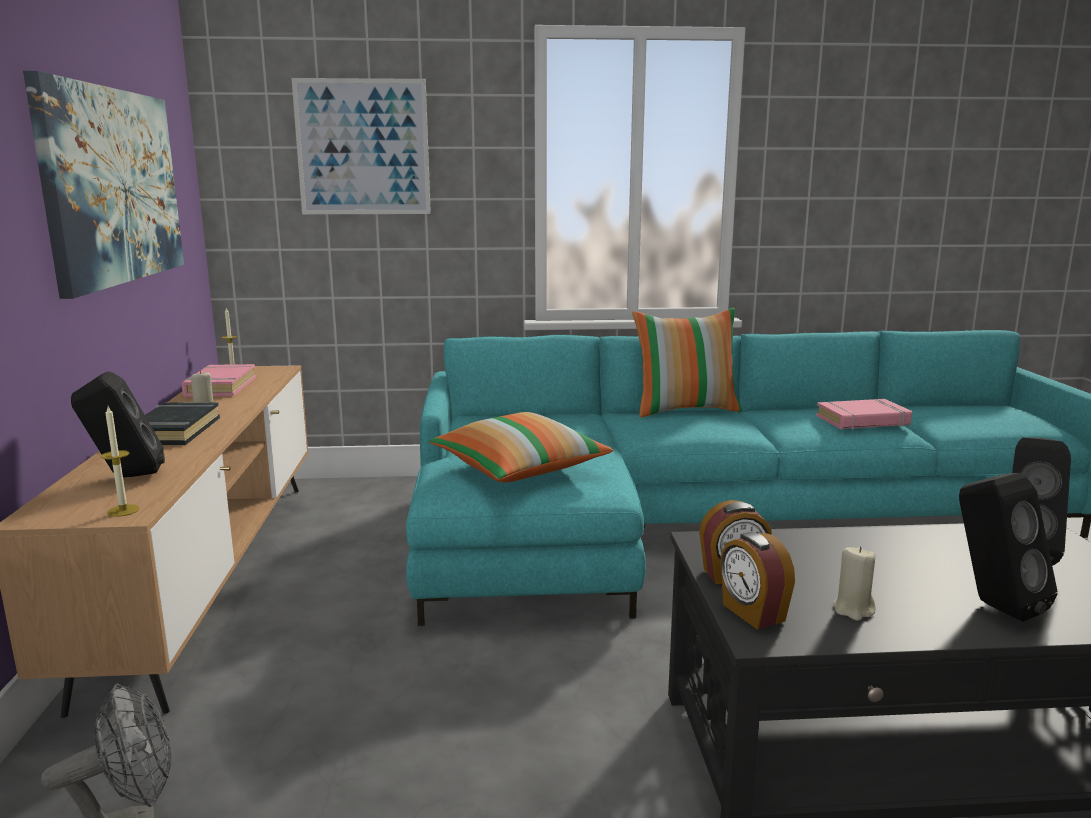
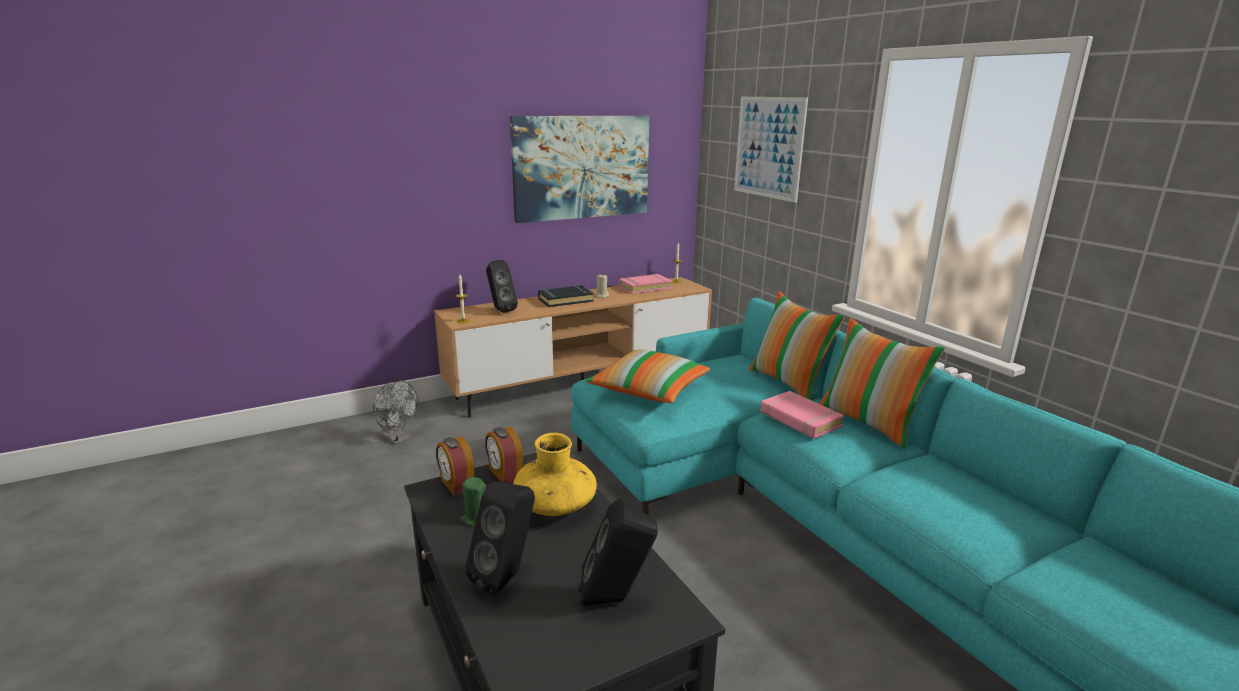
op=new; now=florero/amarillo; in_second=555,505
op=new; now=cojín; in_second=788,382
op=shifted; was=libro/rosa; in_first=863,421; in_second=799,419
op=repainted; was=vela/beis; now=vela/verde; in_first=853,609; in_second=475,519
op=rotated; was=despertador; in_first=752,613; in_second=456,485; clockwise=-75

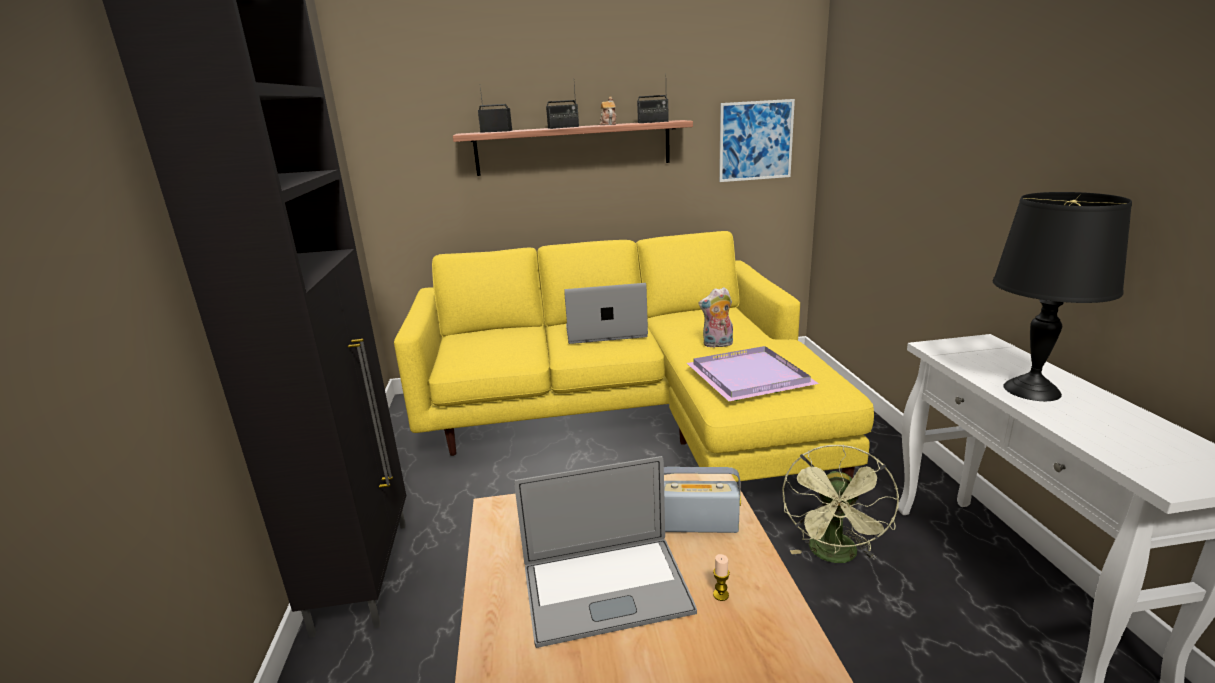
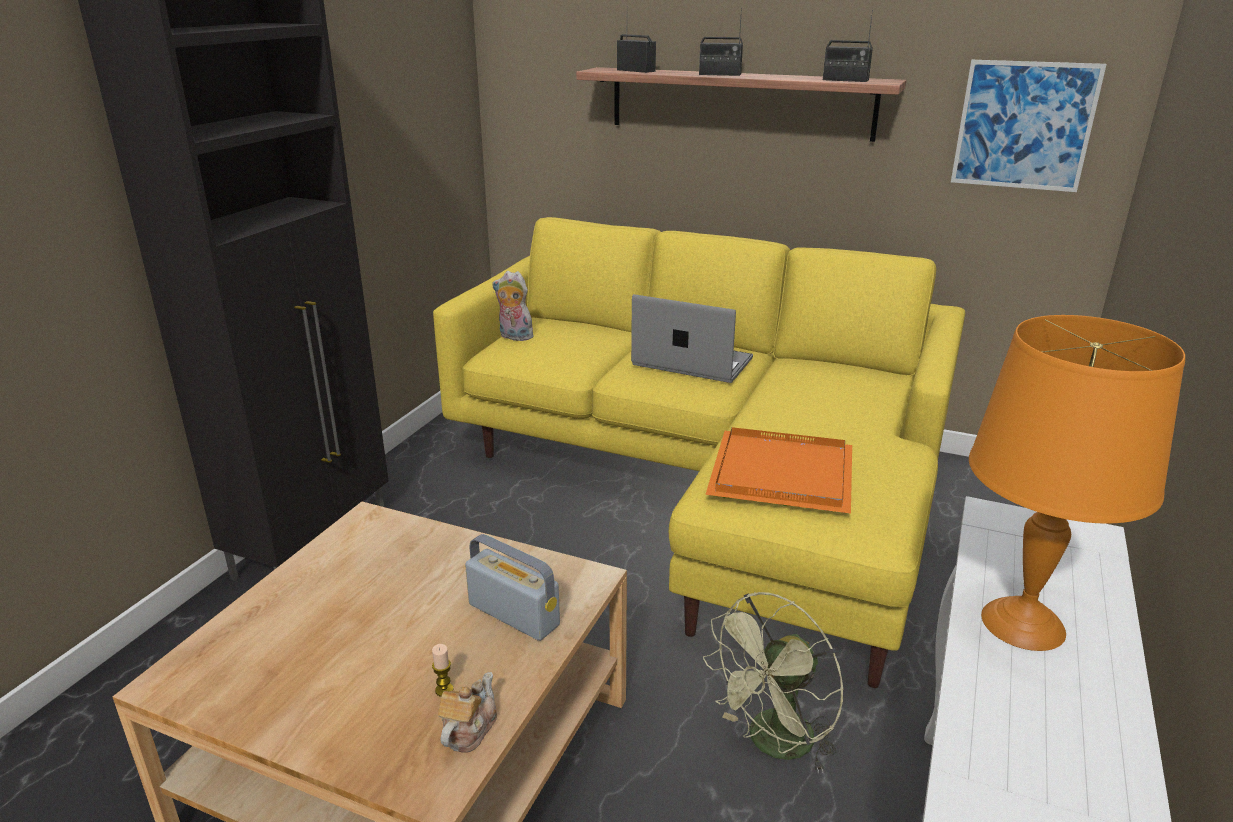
op=gone; was=portátil; in_first=606,589
op=shifted; was=tetera; in_first=608,124; in_second=468,730
op=shifted; was=peluche; in_first=717,345; in_second=514,337
op=repainted; was=bandeja/morado; now=bandeja/naranja; in_first=750,376; in_second=784,473
op=repainted; was=lámpara de mesa/negro; now=lámpara de mesa/naranja; in_first=1032,390; in_second=1024,624

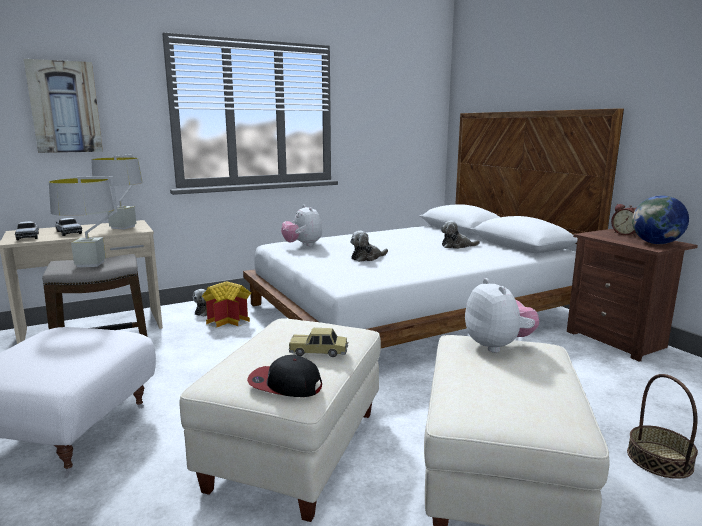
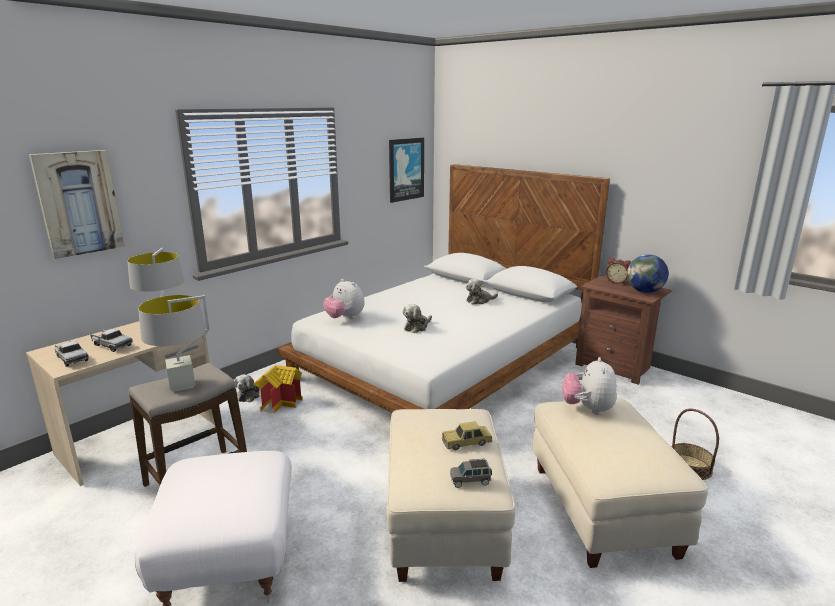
op=new; now=cuadro; in_second=406,169
op=swapped; was=gorra; now=coche de juguete/gris; in_first=285,384; in_second=470,481
op=rotated; was=peluche; in_first=498,346; in_second=587,409; clockwise=-135

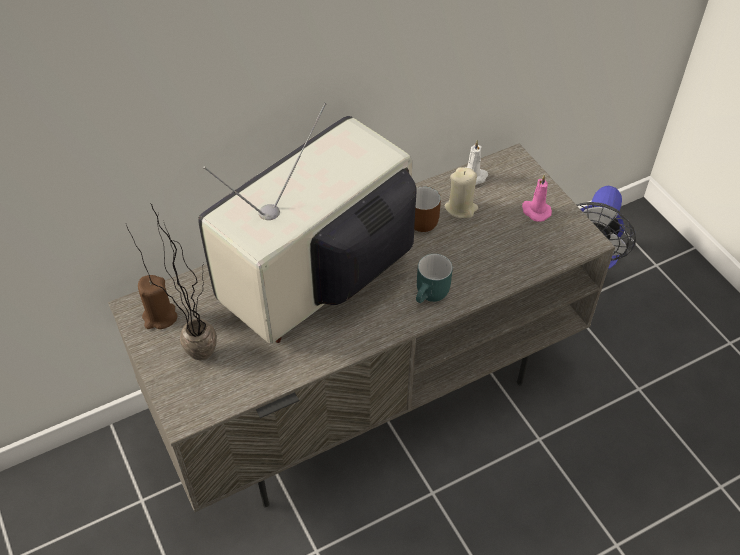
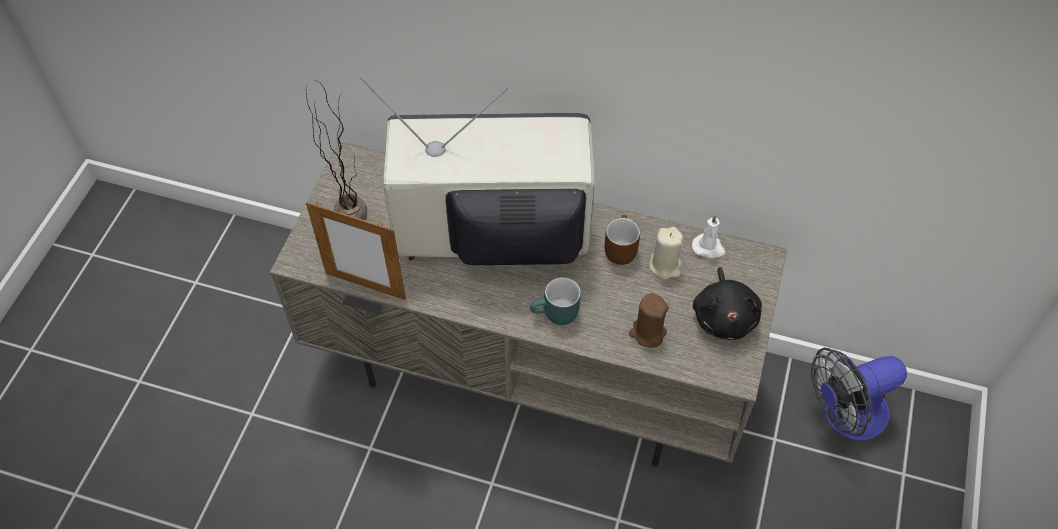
op=new; now=portarretratos; in_second=365,286
op=shifted; was=vela/marrón; in_first=160,317; in_second=647,333
op=swapped; was=vela/rosa; now=peluche/negro; in_first=535,211; in_second=724,316

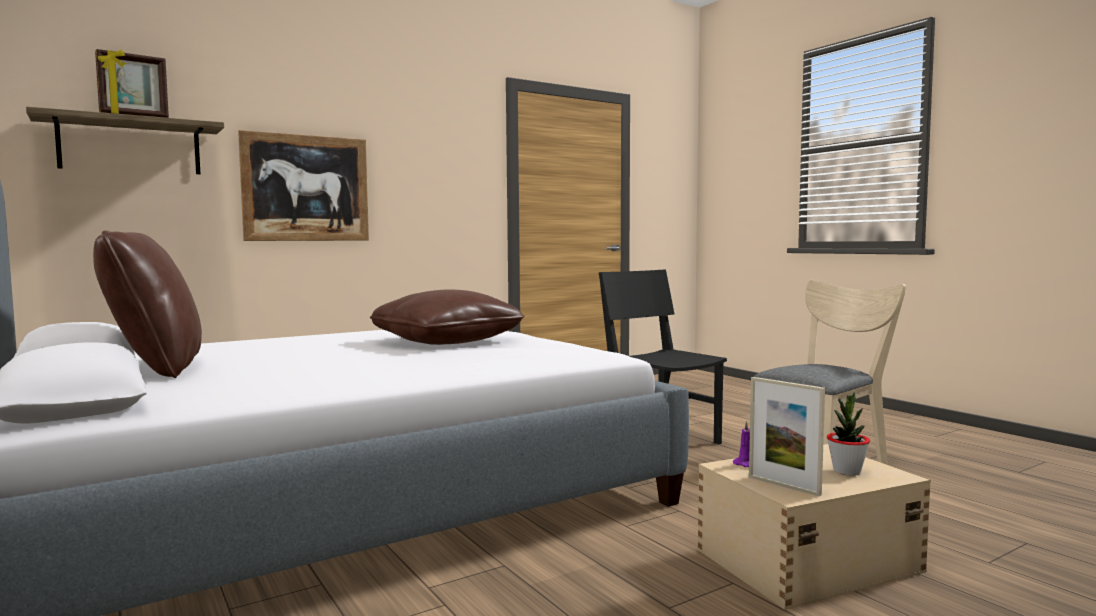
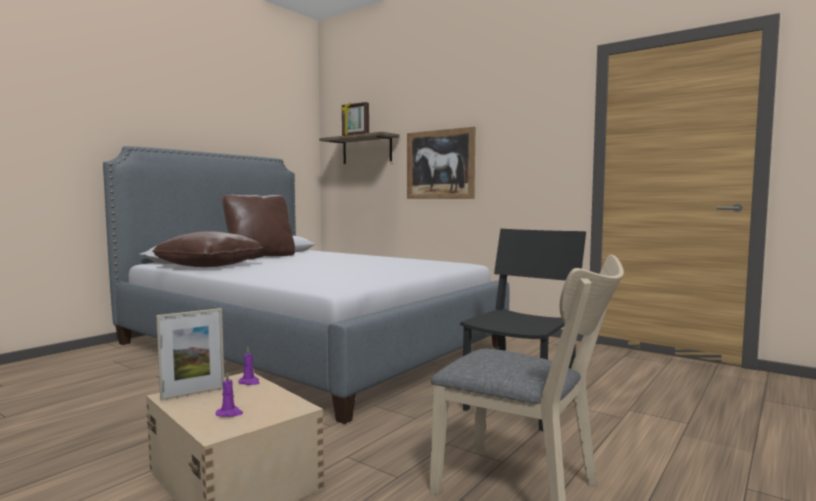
op=shifted; was=cojín/marrón; in_first=447,341; in_second=210,266
op=swapped; was=planta en maceta; now=vela/morado; in_first=847,471; in_second=230,413
op=rotated; was=portarretratos; in_first=783,486; in_second=193,393; clockwise=-150

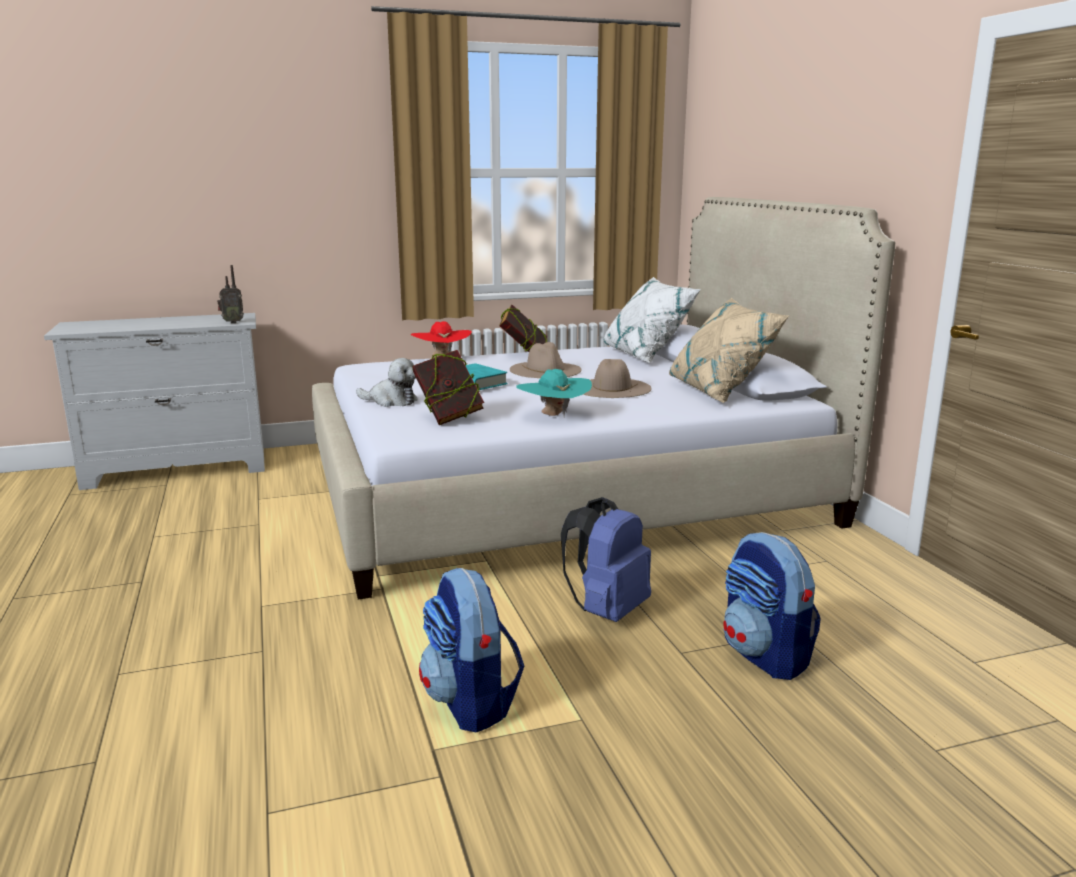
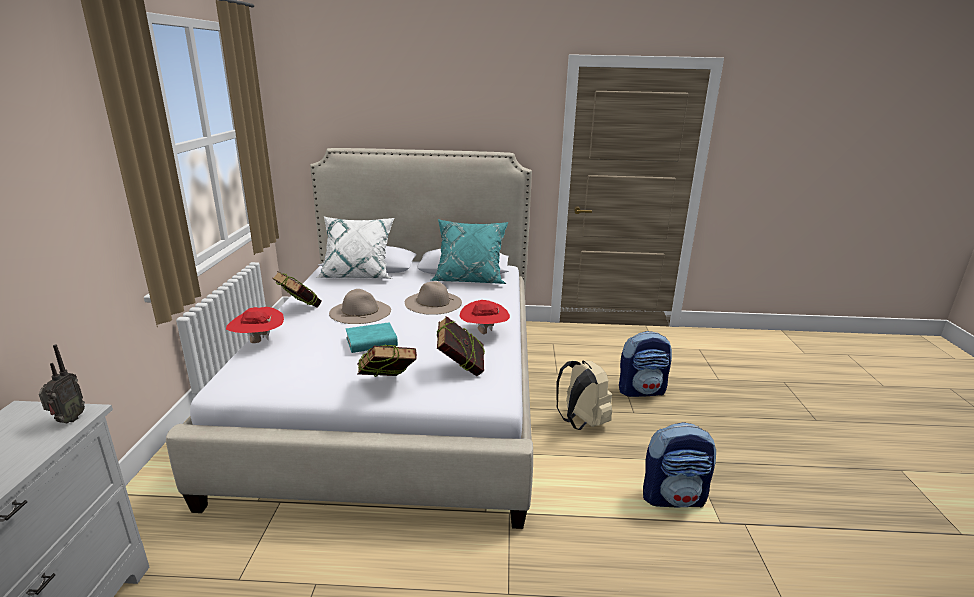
op=swapped; was=peluche; now=libro; in_first=391,401; in_second=387,386
op=repainted; was=sombrero/turquesa; now=sombrero/rojo; in_first=553,416; in_second=484,333
op=repainted; was=mochila/azul; now=mochila/beis; in_first=607,610; in_second=581,422
op=repainted; was=cojín/beis; now=cojín/turquesa; in_first=720,391; in_second=470,279

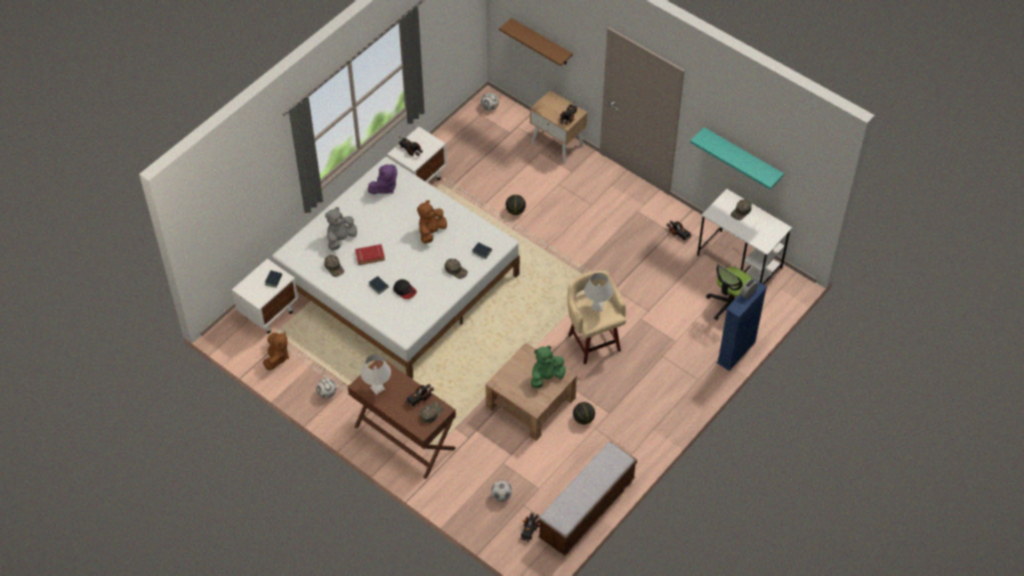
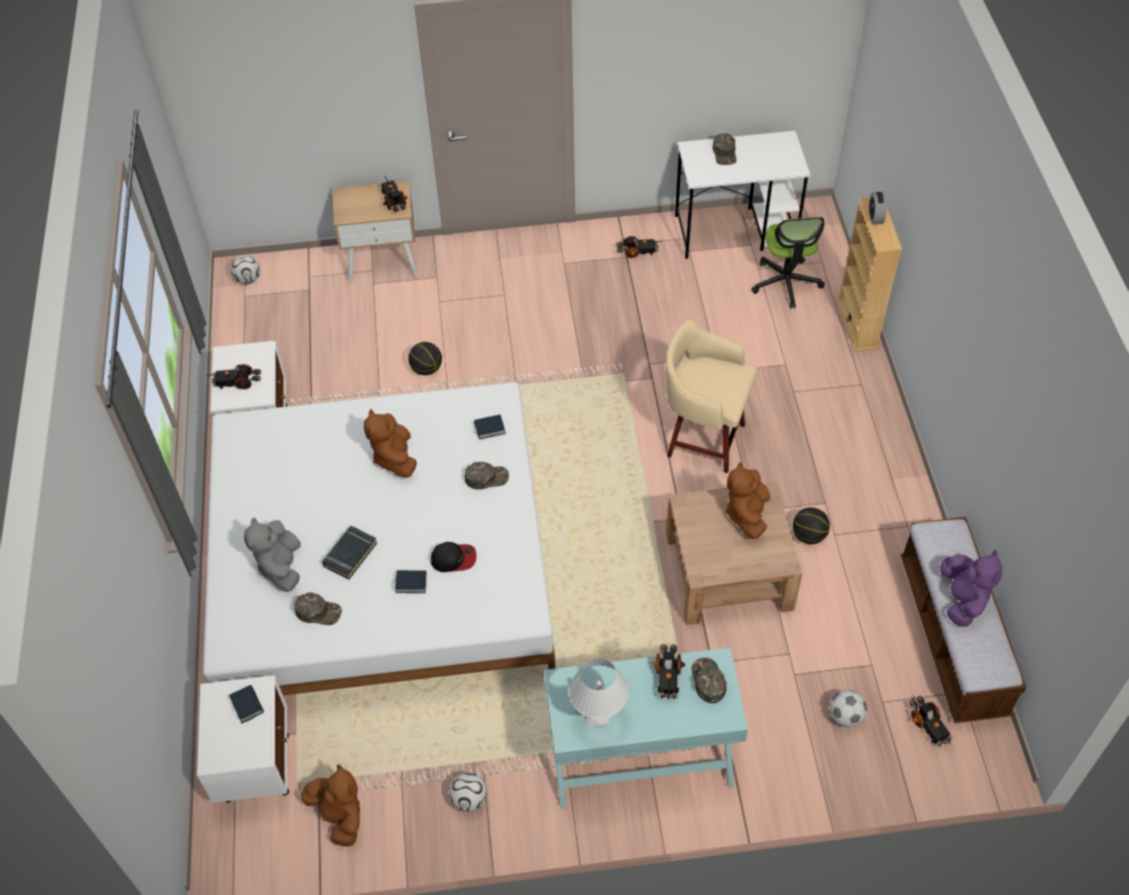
op=gone; was=estante/marrón; in_first=541,42
op=gone; was=lámpara de mesa/blanco; in_first=597,307
op=gone; was=estante/turquesa; in_first=742,157
op=shifted; was=peluche/morado; in_first=384,187; in_second=962,600
op=repainted; was=mesa consola/marrón; now=mesa consola/turquesa; in_first=404,437; in_second=640,759
op=repainted; was=libro/rojo; now=libro/negro; in_first=370,255; in_second=350,554
op=repainted; was=peluche/verde; now=peluche/marrón; in_first=546,377; in_second=747,514
op=repainted; was=estantería/azul; now=estantería/beis; in_first=736,352; in_second=857,323

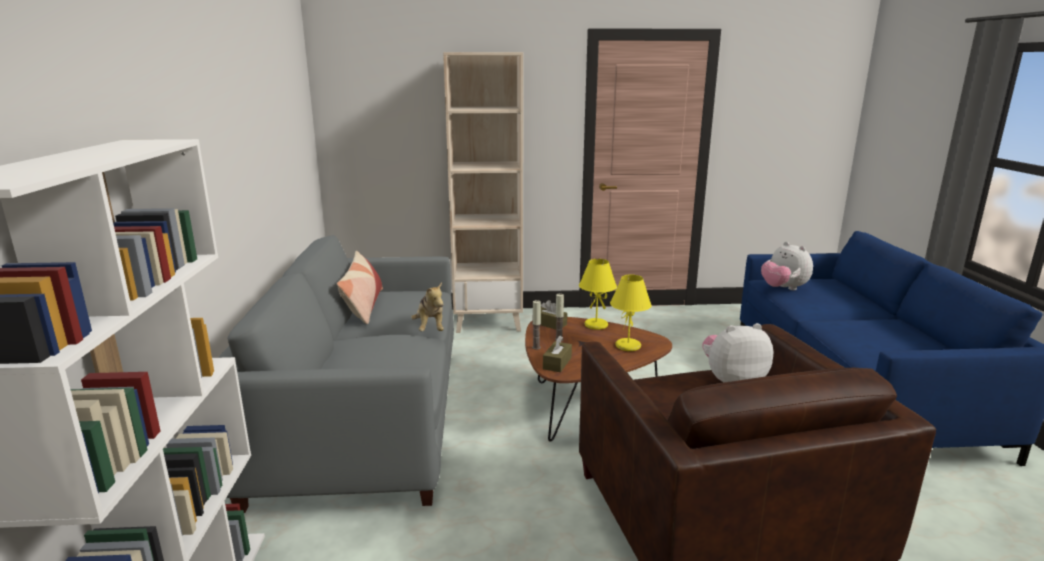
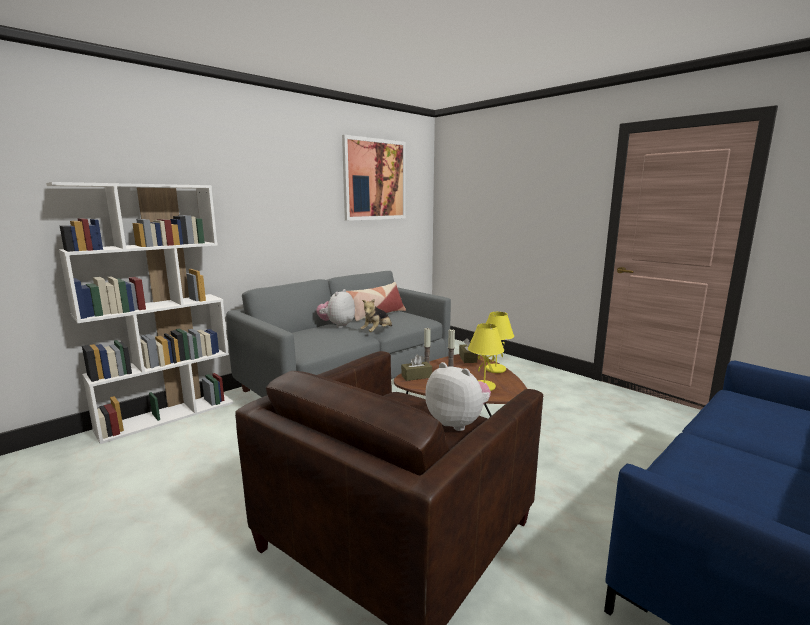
op=gone; was=estantería/beis; in_first=489,321
op=new; now=cuadro; in_second=375,179
op=shifted; was=peluche; in_first=783,288; in_second=337,325

